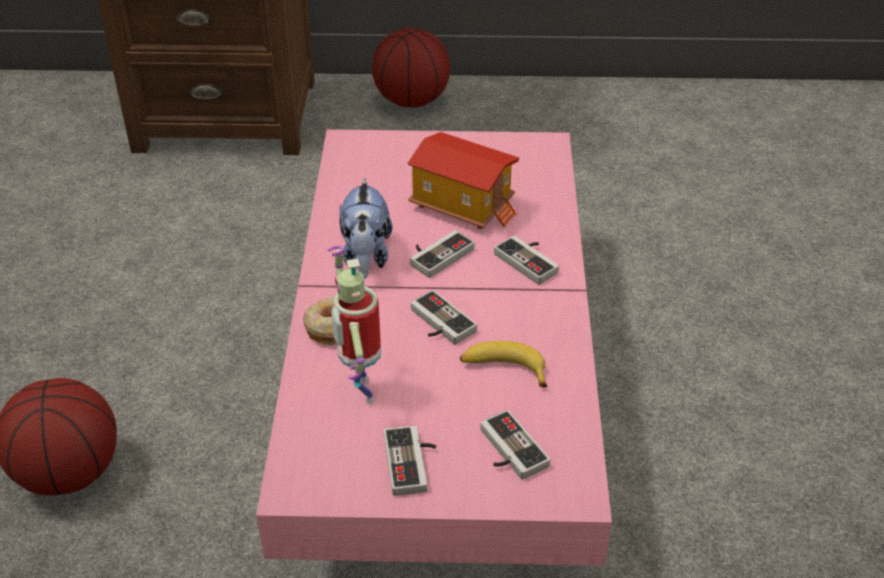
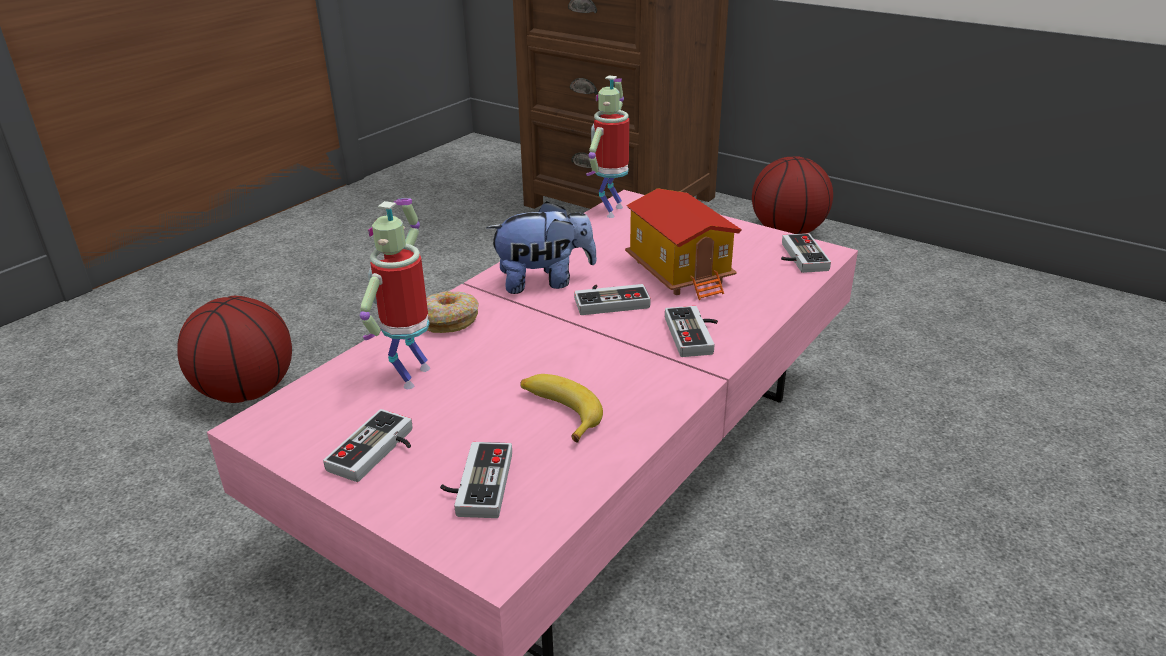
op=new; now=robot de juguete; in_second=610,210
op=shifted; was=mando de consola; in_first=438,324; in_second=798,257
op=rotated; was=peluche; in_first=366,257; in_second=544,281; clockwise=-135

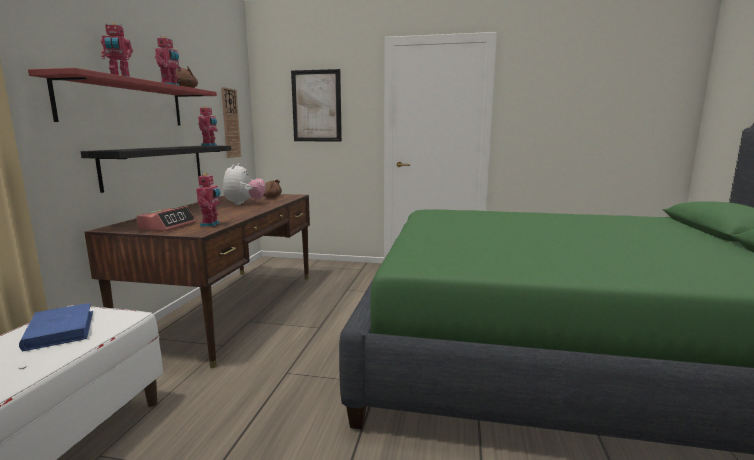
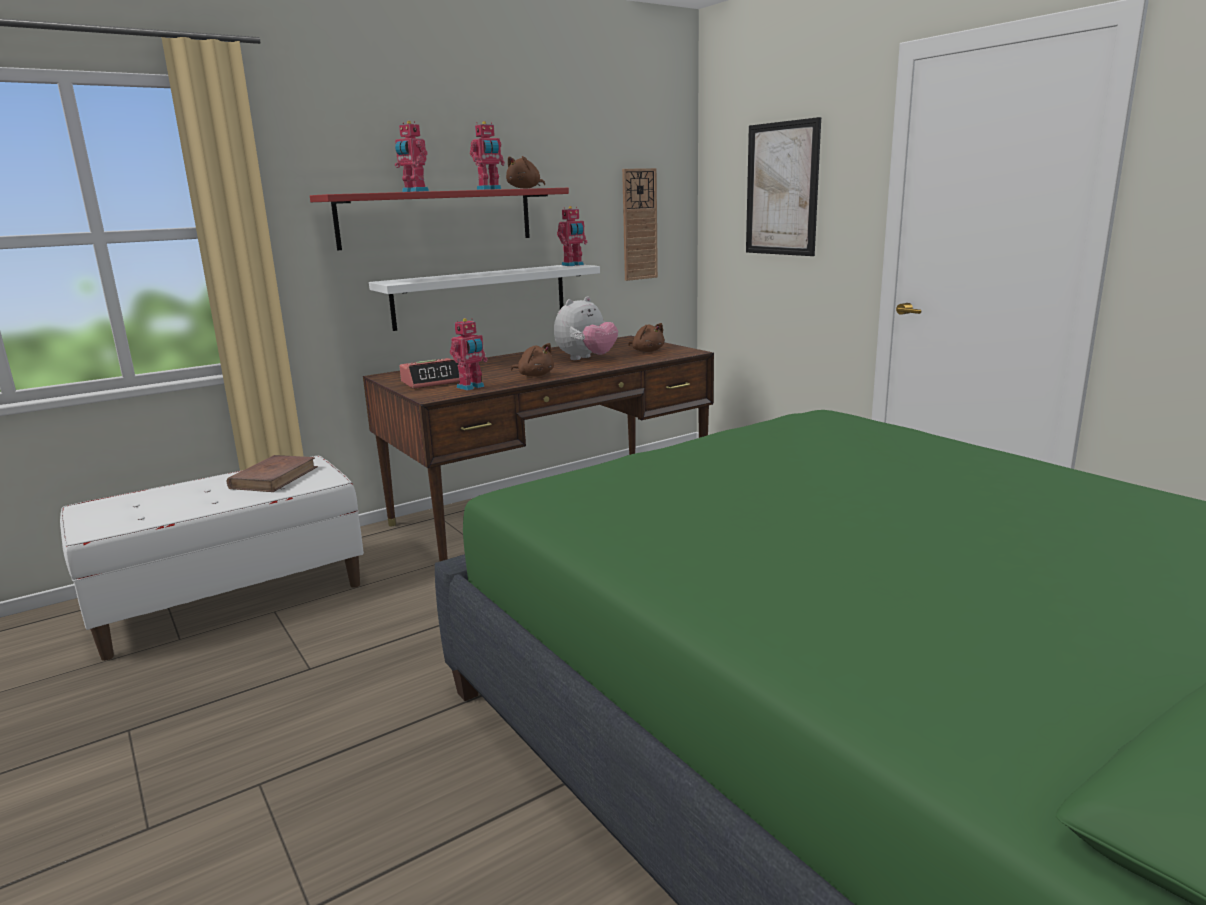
op=new; now=peluche/marrón; in_second=535,375
op=repainted; was=libro/azul; now=libro/marrón; in_first=60,330; in_second=274,478
op=repainted; was=estante/negro; now=estante/blanco; in_first=155,165; in_second=481,296

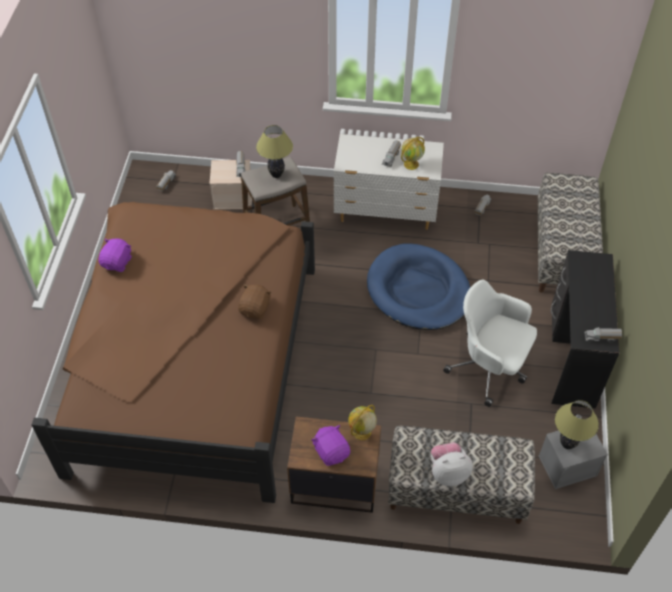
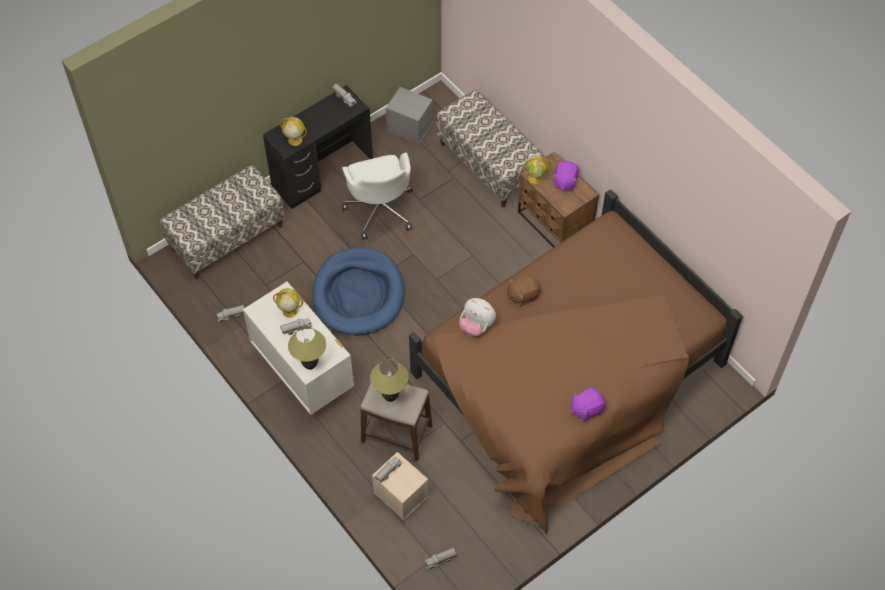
op=new; now=globo terráqueo; in_second=294,140
op=shifted; was=peluche; in_first=448,472; in_second=476,326
op=shifted; was=lámpara de mesa; in_first=567,444; in_second=310,365

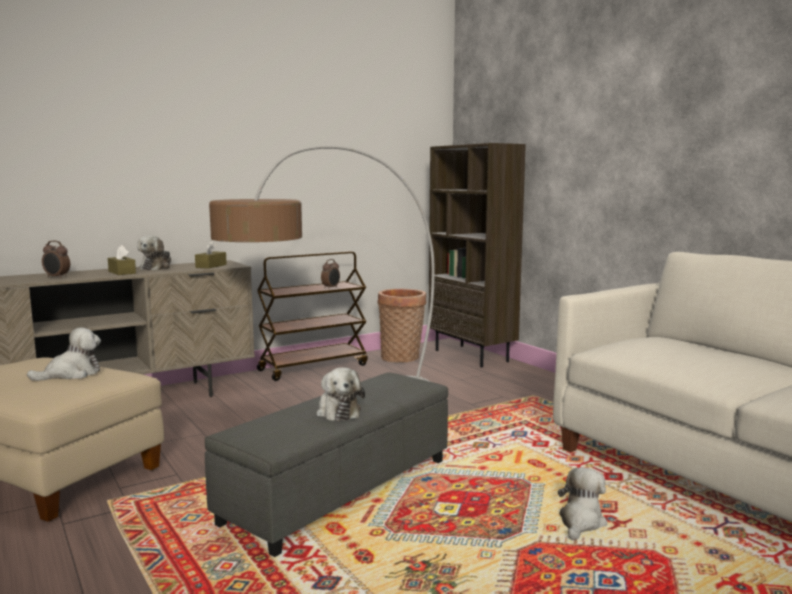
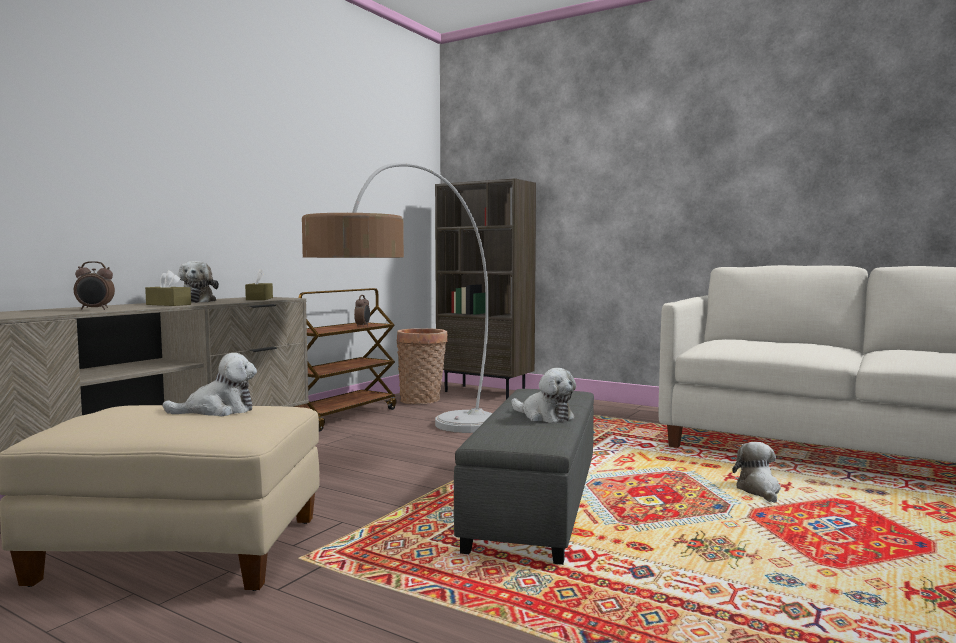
op=rotated; was=peluche; in_first=71,374; in_second=218,411; clockwise=45

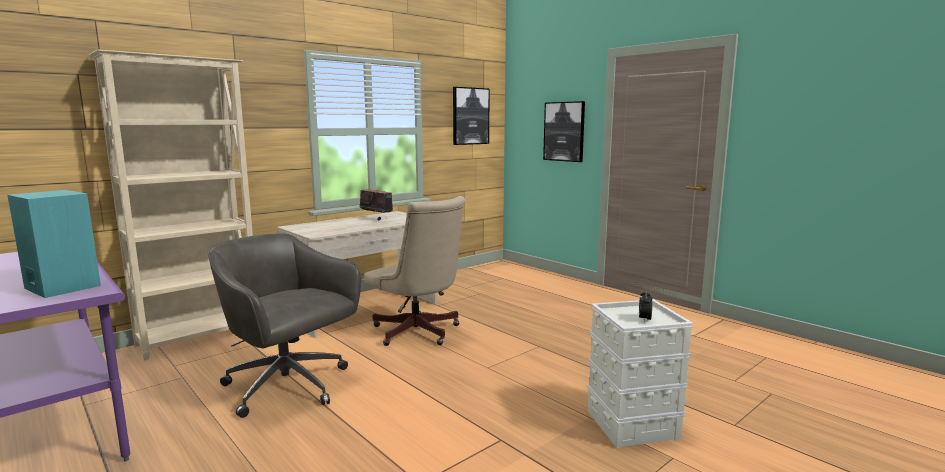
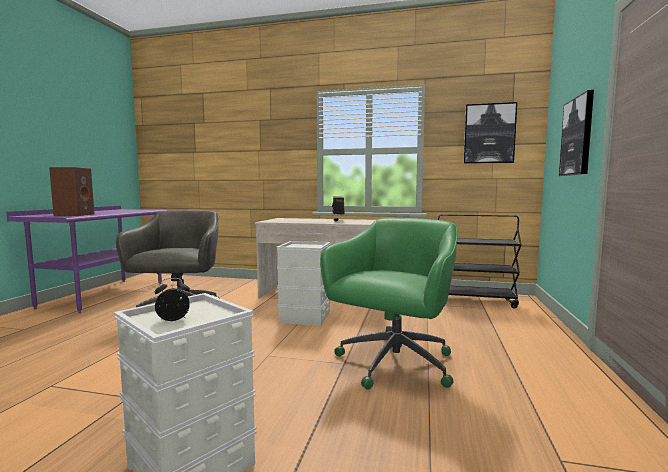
op=gone; was=estantería/beis; in_first=201,338
op=new; now=silla de oficina/verde; in_second=393,364
op=new; now=carrito/negro; in_second=473,301
op=swapped; was=silla de oficina/beis; now=caja de almacenaje/gris; in_first=418,333; in_second=304,317
op=repainted; was=altavoz/turquesa; now=altavoz/marrón; in_first=60,287; in_second=74,215

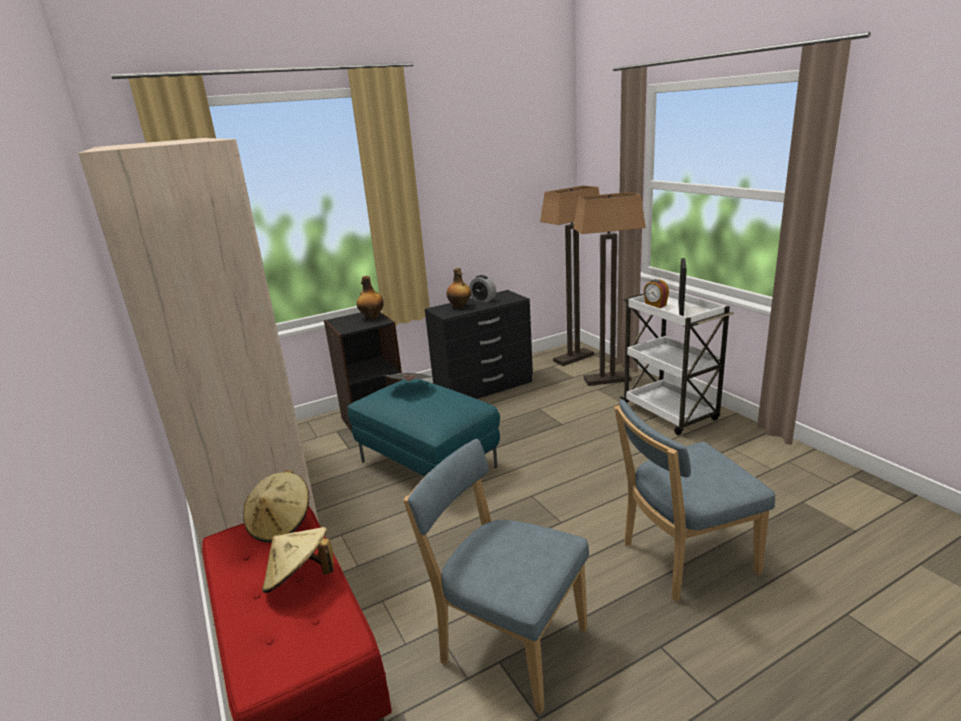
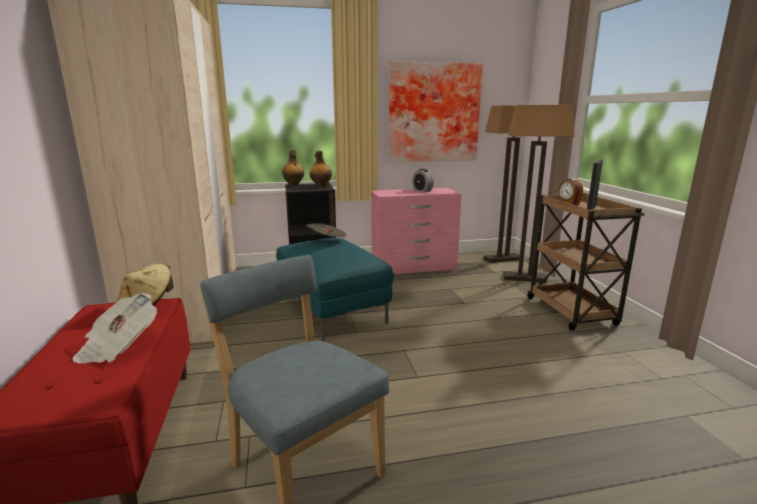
op=gone; was=silla/azul; in_first=683,559
op=new; now=cuadro; in_second=433,113
op=shifted; was=botella; in_first=459,307; in_second=293,185
op=swapped; was=sombrero/beis; now=periódico; in_first=300,579; in_second=119,347
op=repainted; was=cómoda/negro; now=cómoda/rosa; in_first=484,387; in_second=414,267
op=repainted; was=carrito/blanco; now=carrito/marrón; in_first=670,413; in_second=572,312

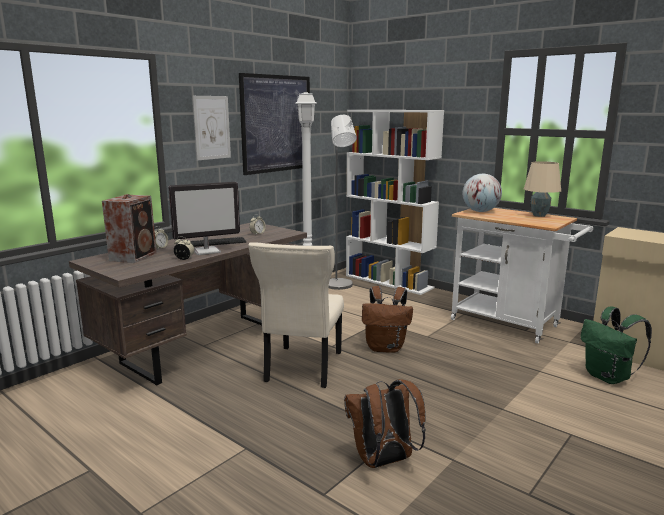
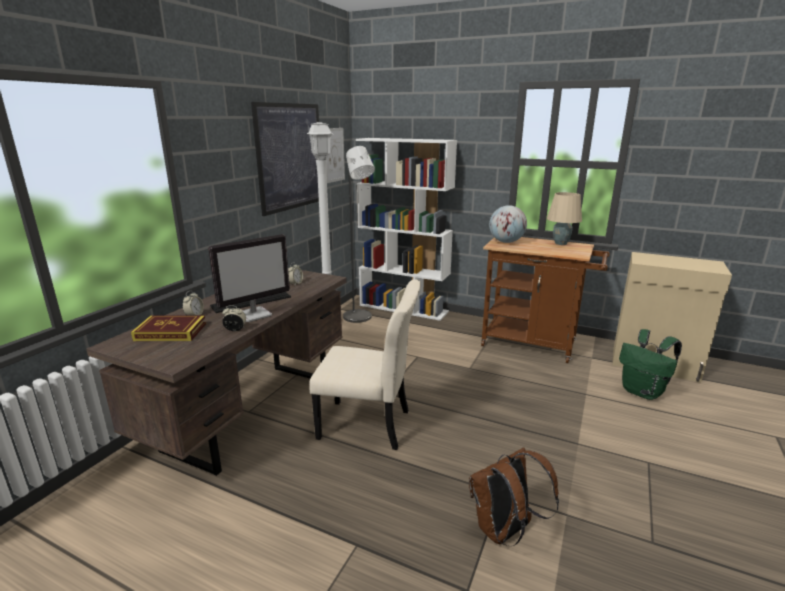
op=gone; was=mochila/marrón; in_first=386,347
op=shifted; was=cuadro; in_first=212,127; in_second=334,155
op=swapped; was=altavoz; now=libro; in_first=134,256; in_second=171,332
op=repainted; was=carrito/blanco; now=carrito/marrón; in_first=510,324; in_second=534,345
op=rotated; was=silla/beis; in_first=302,368; in_second=368,425; clockwise=-75

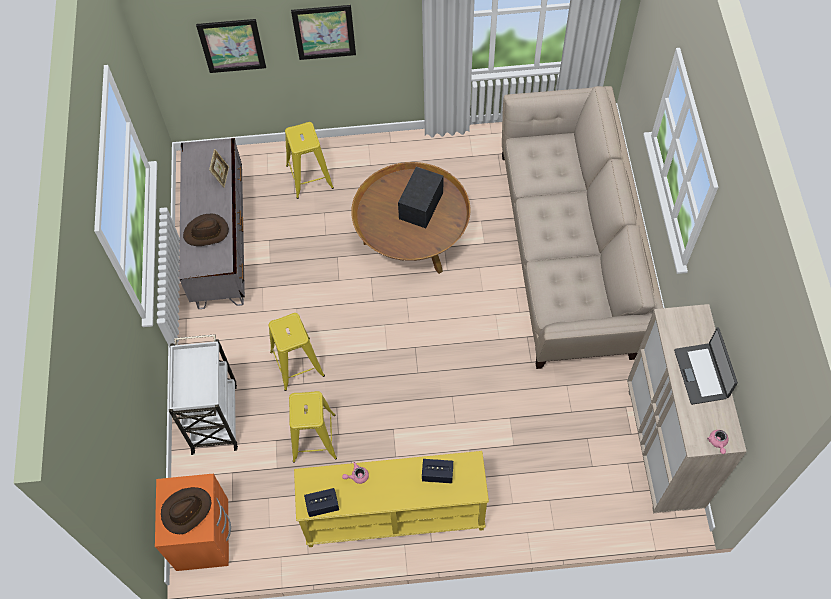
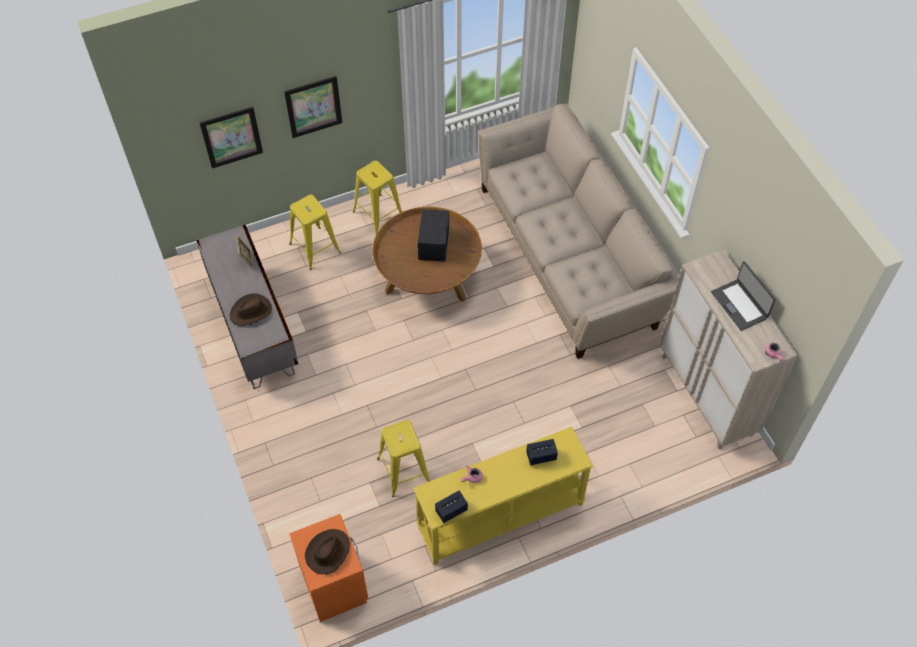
op=gone; was=carrito/blanco; in_first=214,416
op=shifted; was=taburete/amarillo; in_first=297,364; in_second=378,214

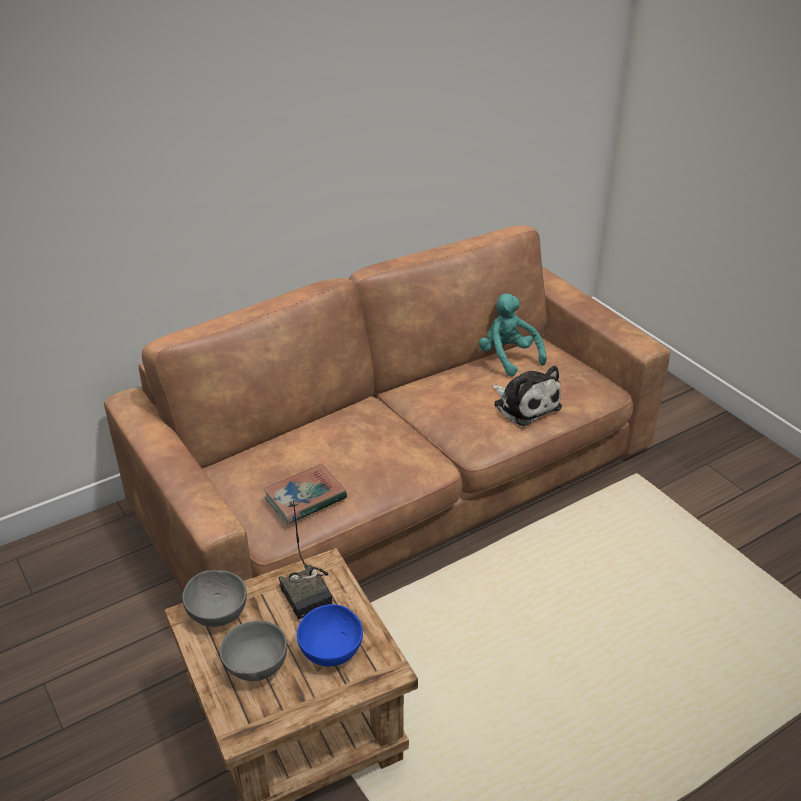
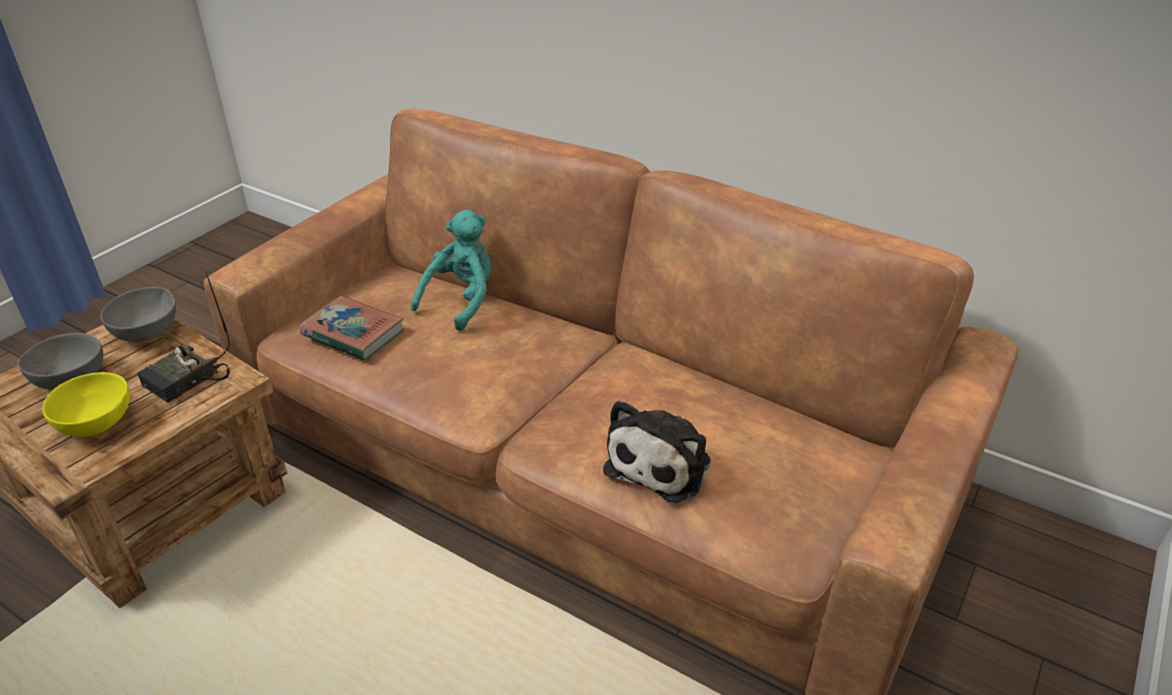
op=shifted; was=peluche/turquesa; in_first=508,357; in_second=461,301
op=repainted; was=cuenco/azul; now=cuenco/amarillo; in_first=332,649; in_second=98,424

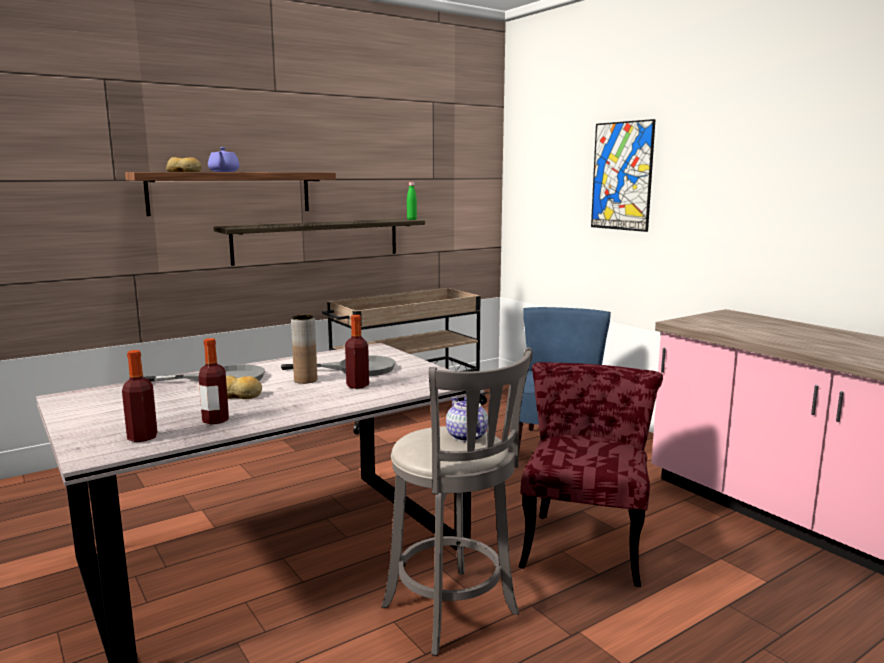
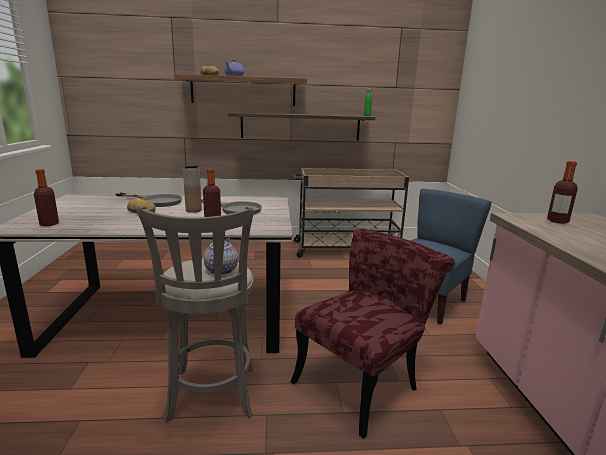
op=gone; was=cuadro; in_first=622,176
op=shifted; was=botella; in_first=215,420; in_second=557,221

